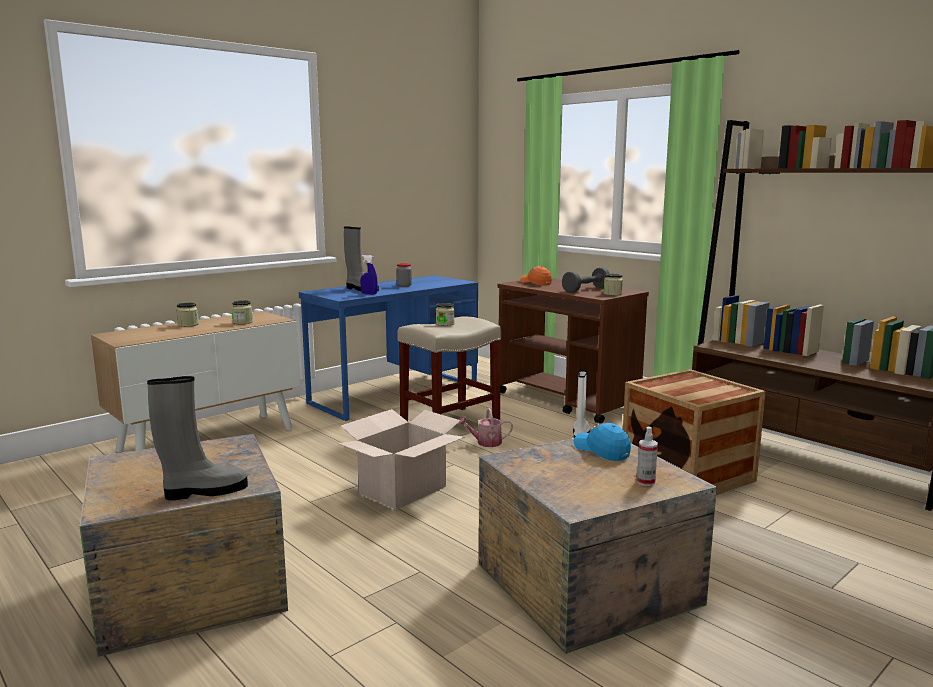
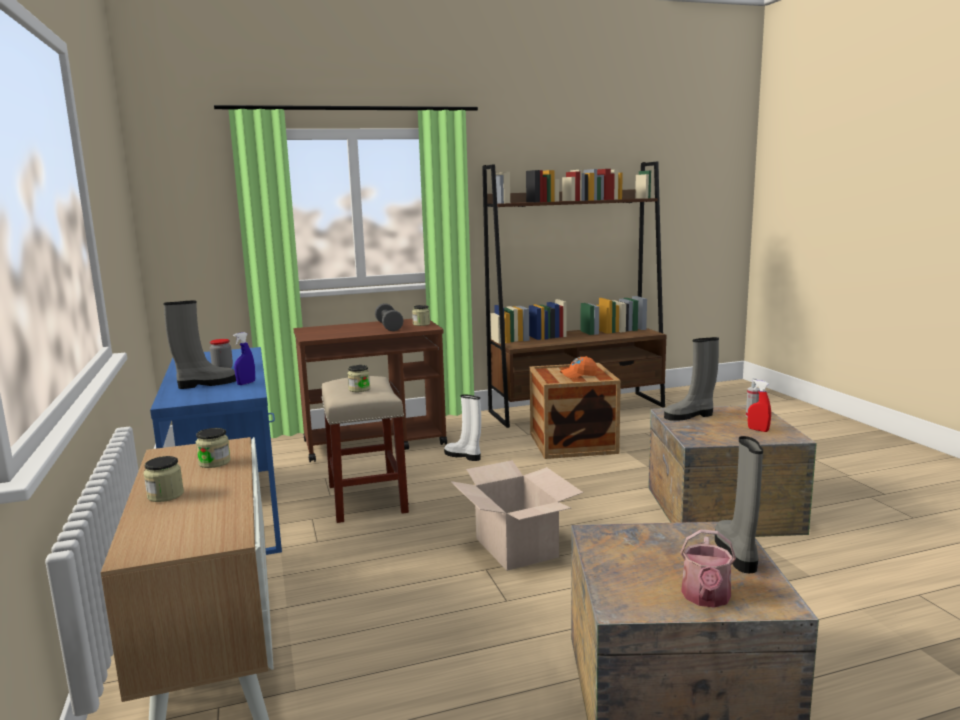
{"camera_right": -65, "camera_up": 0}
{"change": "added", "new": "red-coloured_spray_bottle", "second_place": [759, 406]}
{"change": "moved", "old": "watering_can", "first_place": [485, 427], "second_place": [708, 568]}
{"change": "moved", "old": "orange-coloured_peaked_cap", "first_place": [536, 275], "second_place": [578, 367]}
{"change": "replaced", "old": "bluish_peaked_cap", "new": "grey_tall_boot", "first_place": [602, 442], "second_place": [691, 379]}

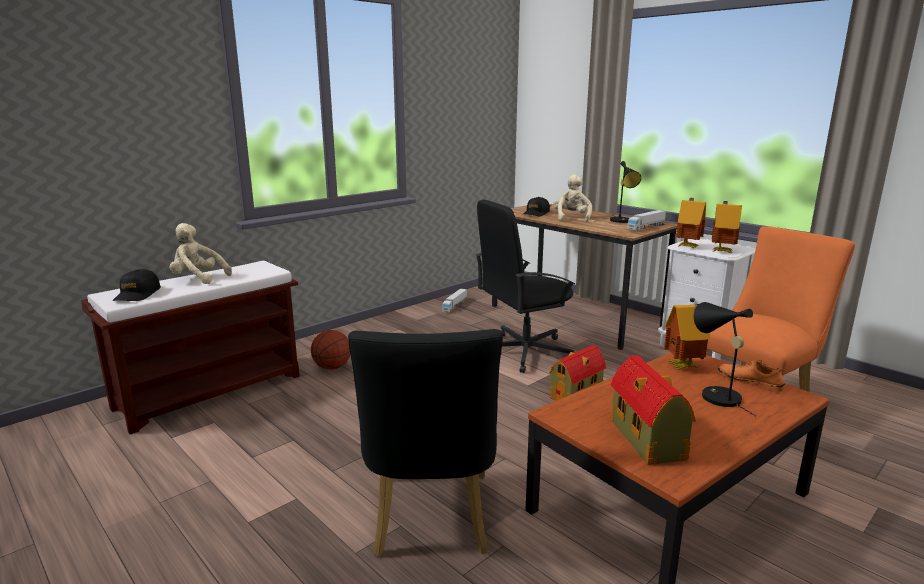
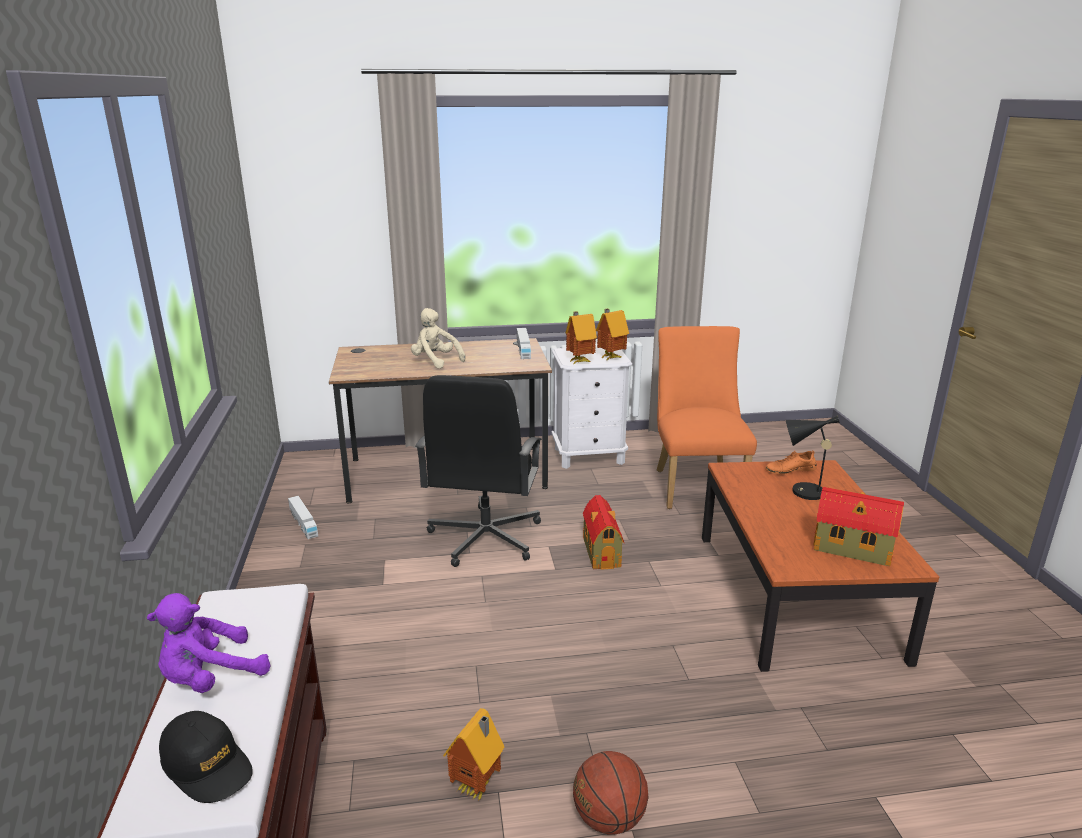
{"camera_right": -55, "camera_up": 5}
{"change": "removed", "old": "blackish_plain_chair", "first_place": [425, 442]}
{"change": "removed", "old": "blackish_peaked_cap", "first_place": [536, 206]}
{"change": "removed", "old": "blackish_tabletop_lamp", "first_place": [625, 192]}
{"change": "moved", "old": "ball_for_basketball", "first_place": [330, 350], "second_place": [611, 793]}
{"change": "moved", "old": "model_house", "first_place": [687, 337], "second_place": [474, 755]}
{"change": "recoloured", "old": "sand-coloured_plush_toy", "new": "purplish_plush_toy", "first_place": [201, 253], "second_place": [209, 643]}

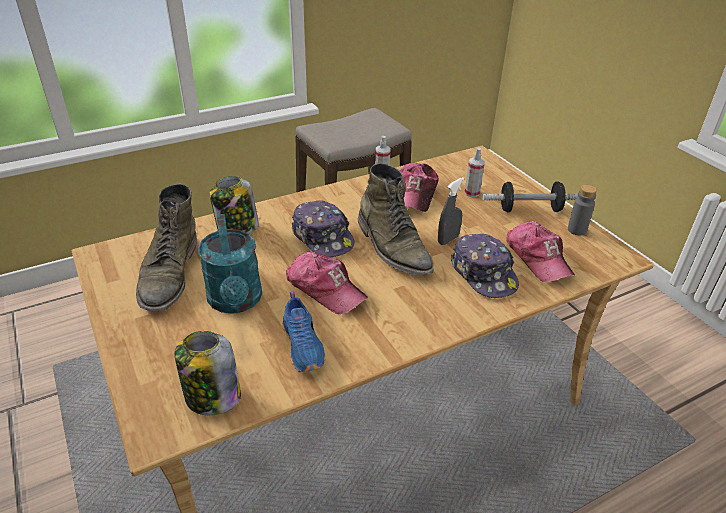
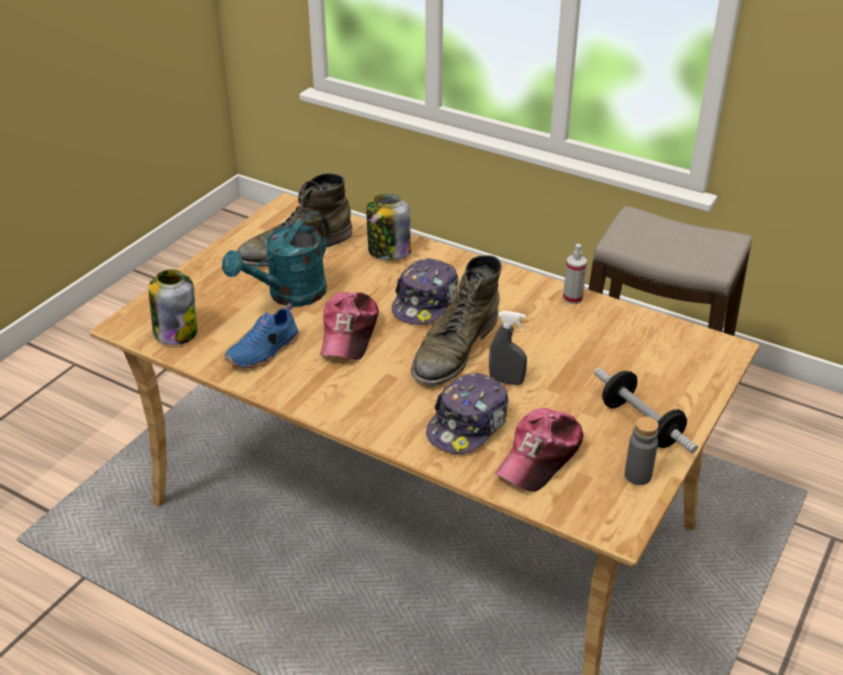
{"camera_right": 60, "camera_up": 0}
{"change": "removed", "old": "peaked_cap", "first_place": [419, 187]}
{"change": "removed", "old": "spray_bottle", "first_place": [474, 172]}

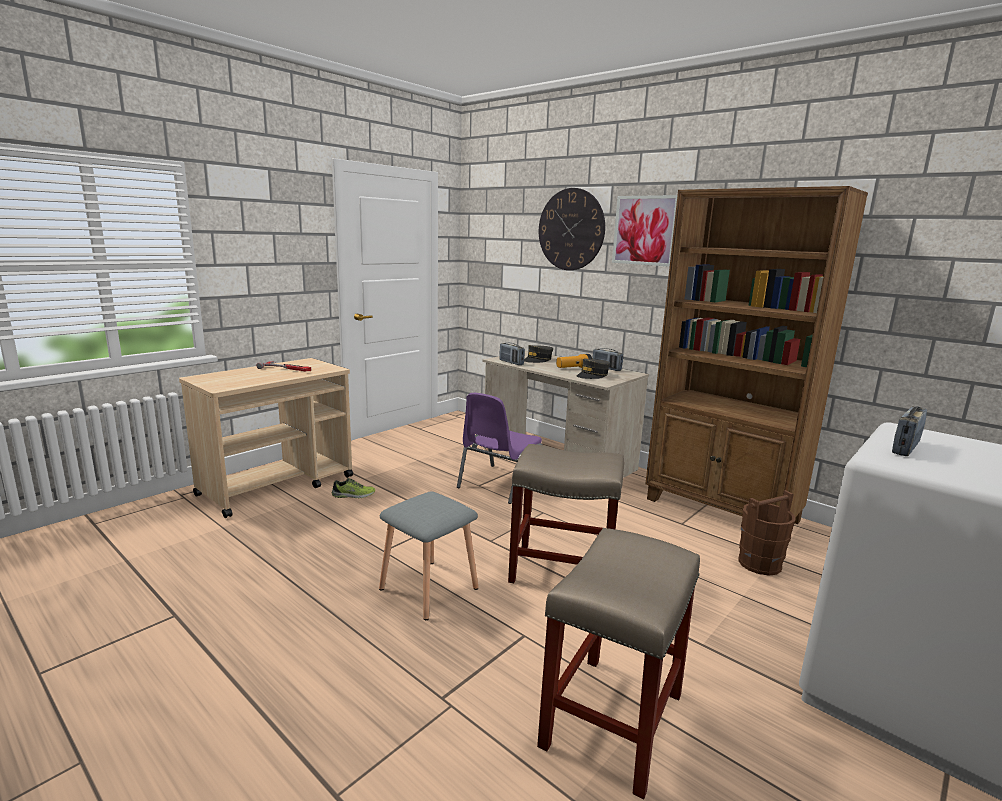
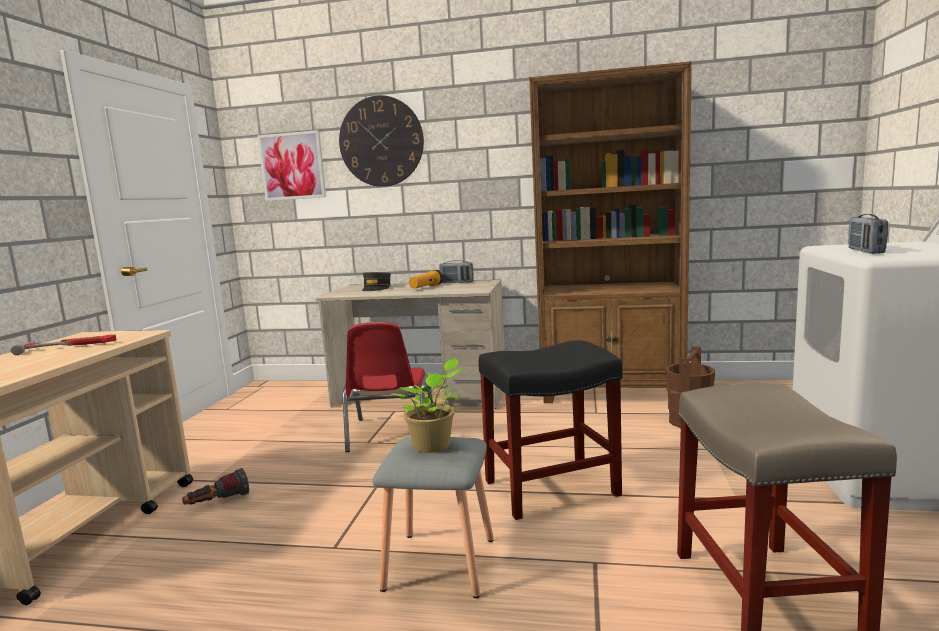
{"camera_right": -30, "camera_up": -5}
{"change": "removed", "old": "radio_receiver", "first_place": [512, 354]}
{"change": "removed", "old": "grey_peaked_cap", "first_place": [593, 369]}
{"change": "added", "new": "potted_plant", "second_place": [428, 405]}
{"change": "moved", "old": "wall_picture", "first_place": [645, 231], "second_place": [292, 165]}
{"change": "replaced", "old": "item_of_footwear", "new": "hand_torch", "first_place": [353, 488], "second_place": [215, 486]}
{"change": "recoloured", "old": "purplish_plain_chair", "new": "red-coloured_plain_chair", "first_place": [499, 448], "second_place": [388, 387]}
{"change": "recoloured", "old": "sand-coloured_stool_seat", "new": "blackish_stool_seat", "first_place": [566, 513], "second_place": [551, 430]}

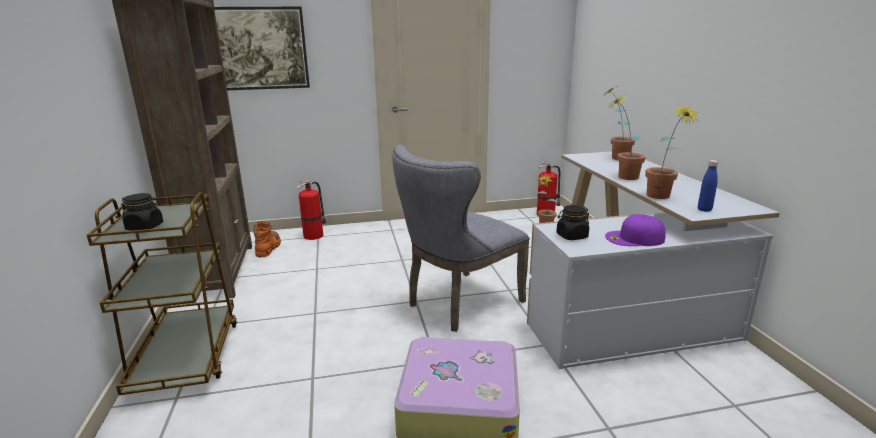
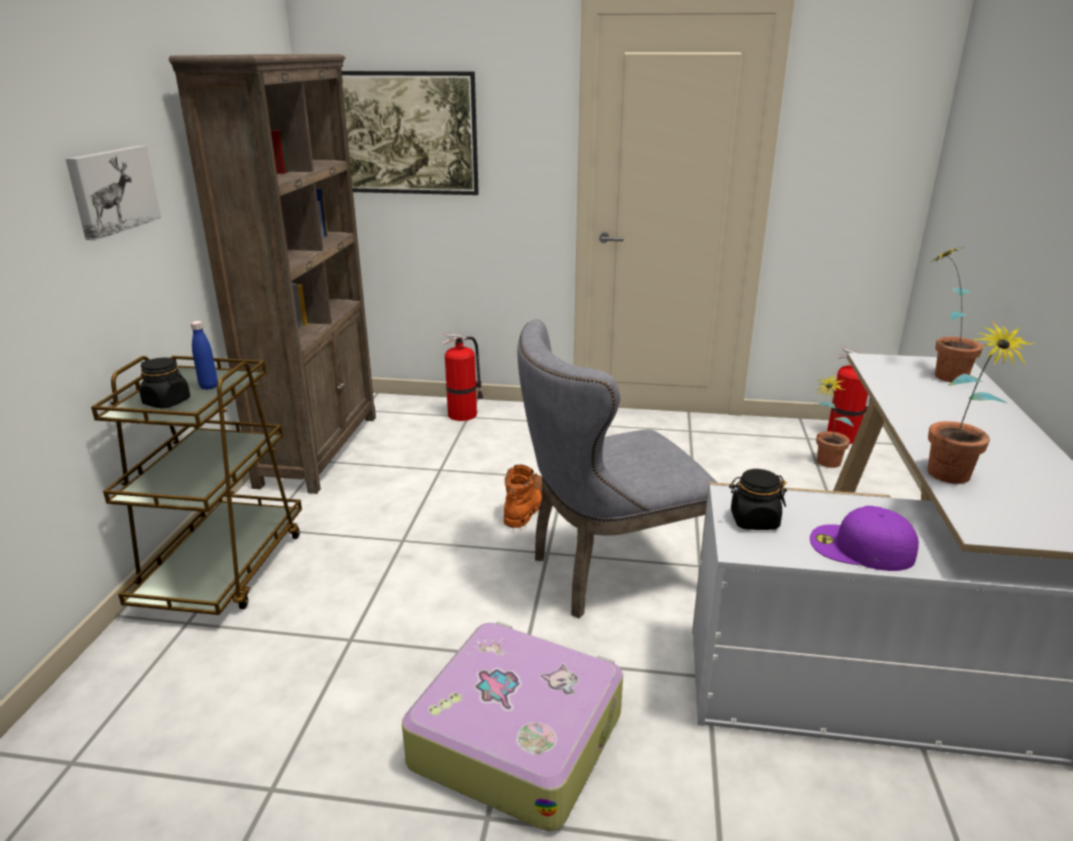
{"camera_right": 20, "camera_up": 5}
{"change": "removed", "old": "potted_plant", "first_place": [626, 137]}
{"change": "added", "new": "wall_picture", "second_place": [113, 193]}
{"change": "moved", "old": "orange-coloured_tall_boot", "first_place": [267, 239], "second_place": [522, 496]}
{"change": "moved", "old": "bluish_beverage_bottle", "first_place": [708, 186], "second_place": [204, 355]}

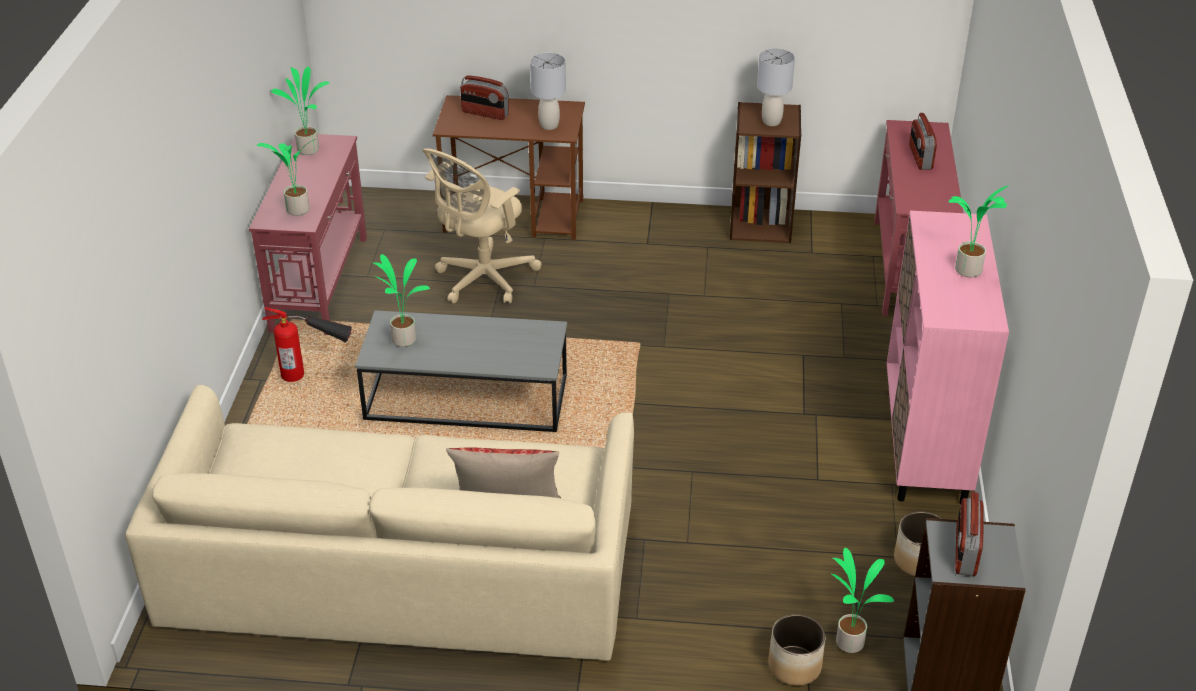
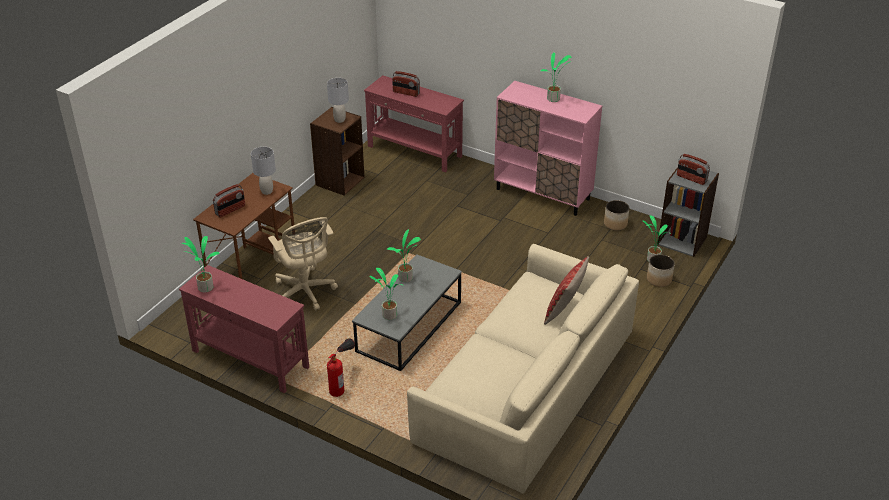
{"camera_right": -65, "camera_up": 0}
{"change": "moved", "old": "potted_plant", "first_place": [286, 177], "second_place": [404, 255]}

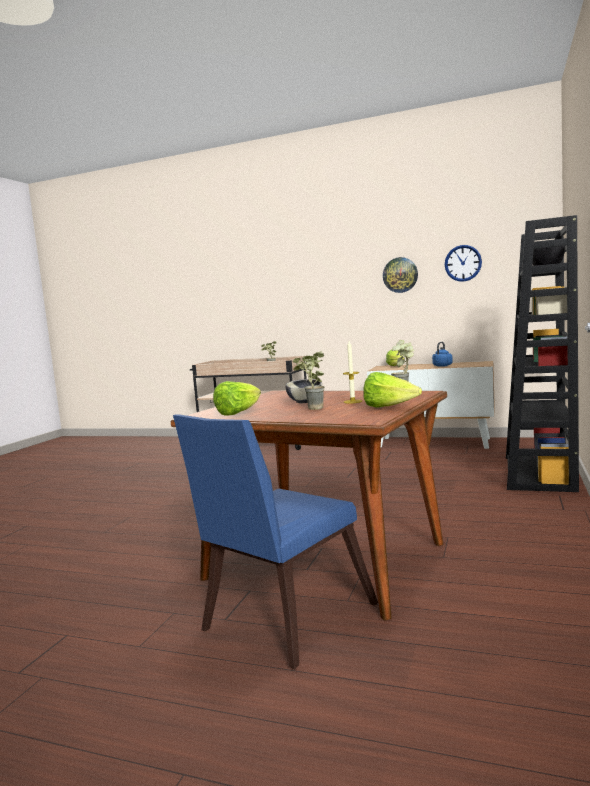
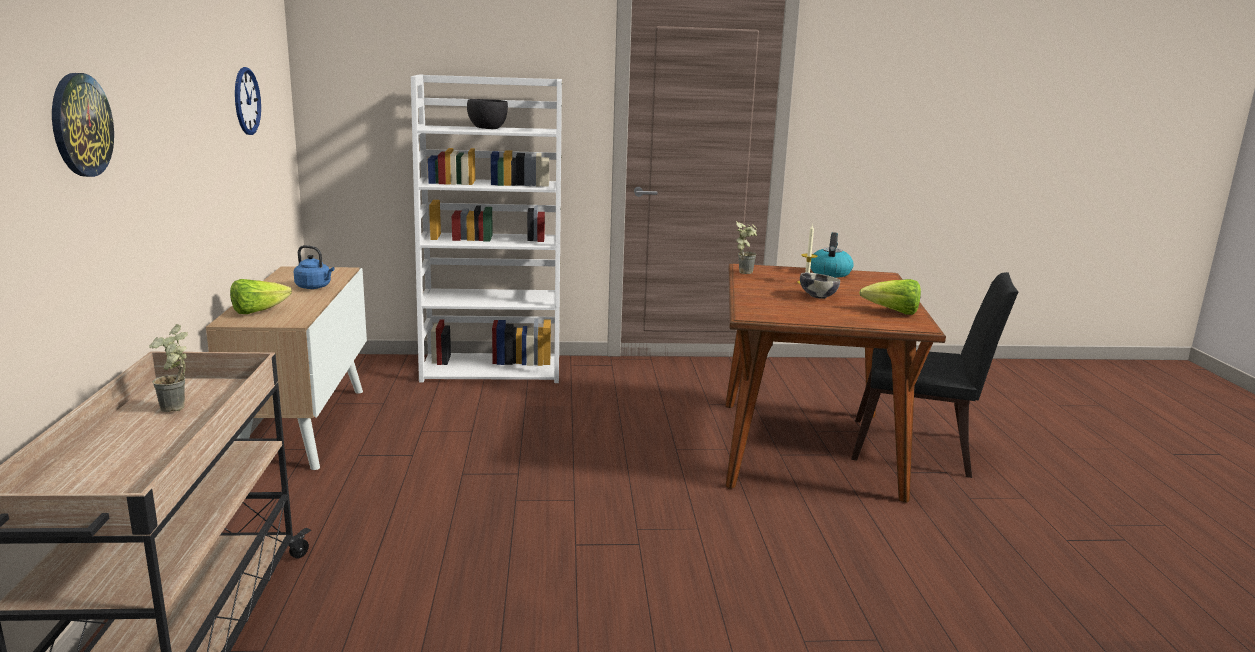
{"camera_right": -115, "camera_up": 10}
{"change": "removed", "old": "potted_plant", "first_place": [309, 380]}
{"change": "moved", "old": "hanging_clock", "first_place": [400, 275], "second_place": [83, 125]}
{"change": "replaced", "old": "lettuce", "new": "kettle", "first_place": [392, 390], "second_place": [832, 254]}
{"change": "recoloured", "old": "bluish_plain_chair", "new": "blackish_plain_chair", "first_place": [275, 541], "second_place": [934, 375]}
{"change": "recoloured", "old": "blackish_bookshelf", "new": "whitish_bookshelf", "first_place": [542, 353], "second_place": [486, 228]}

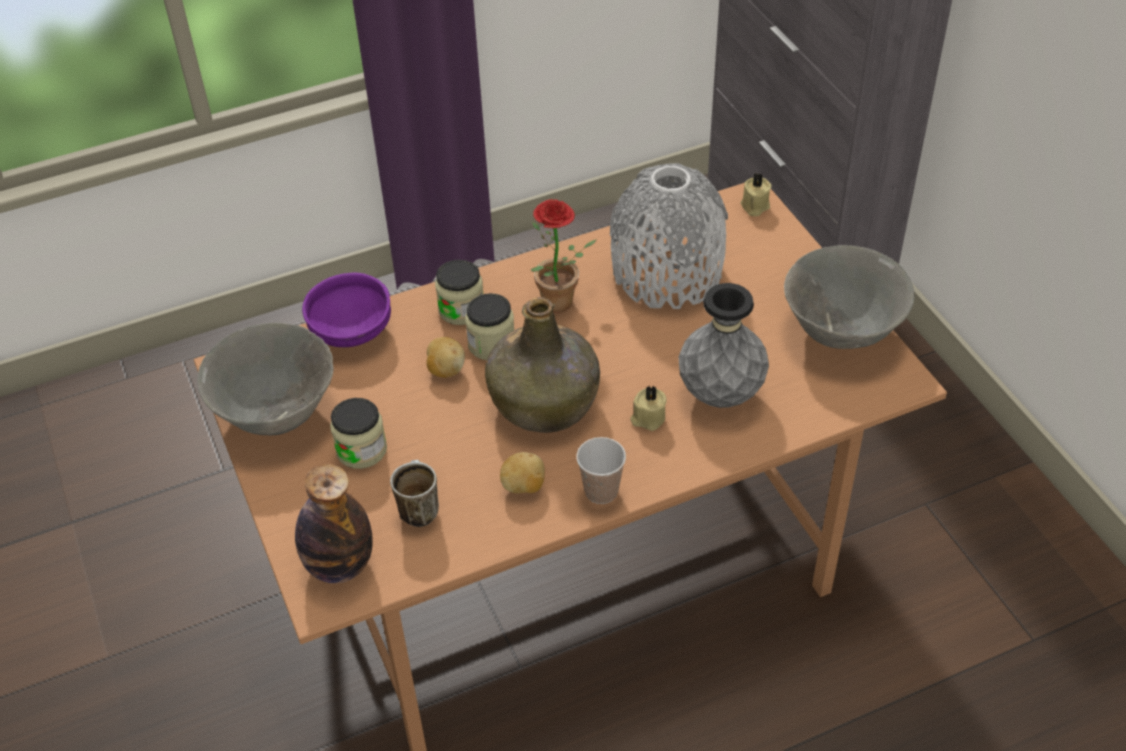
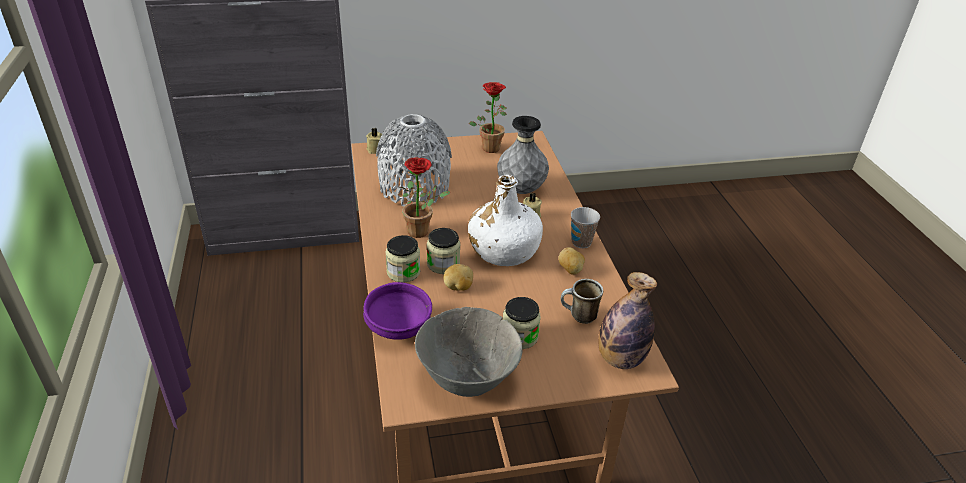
{"camera_right": -80, "camera_up": -10}
{"change": "replaced", "old": "grey_deep_dish", "new": "potted_plant", "first_place": [849, 297], "second_place": [488, 117]}
{"change": "recoloured", "old": "green-coloured_beverage_bottle", "new": "whitish_beverage_bottle", "first_place": [542, 365], "second_place": [505, 220]}

